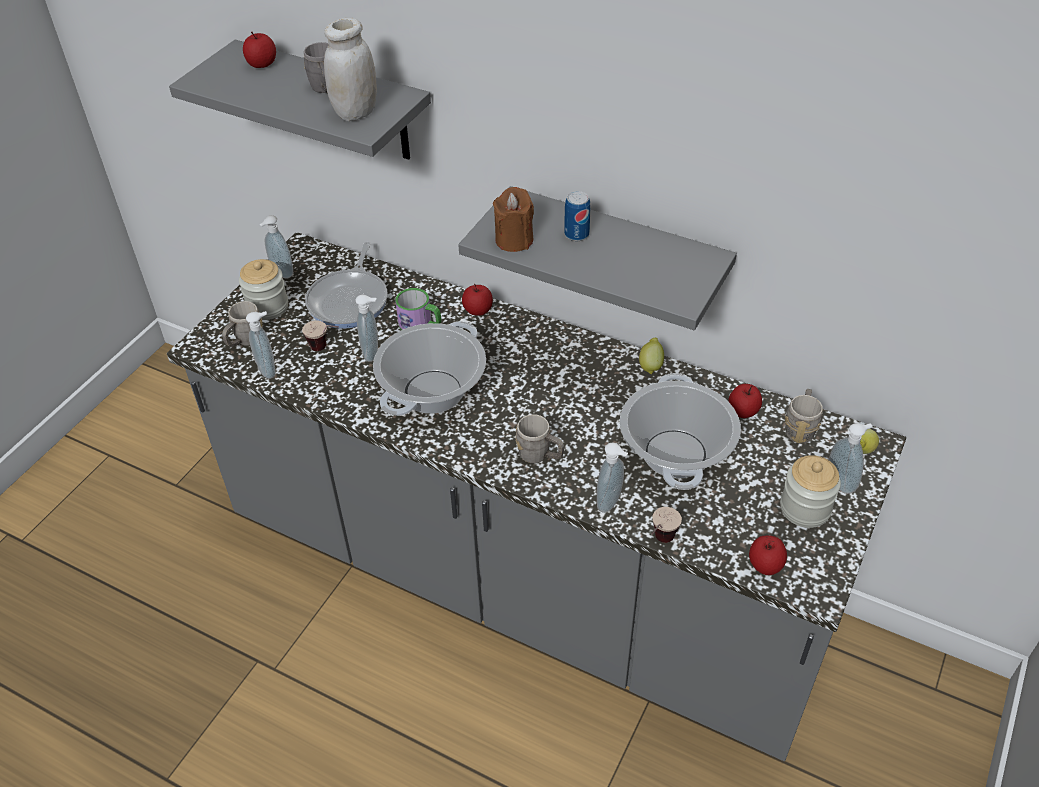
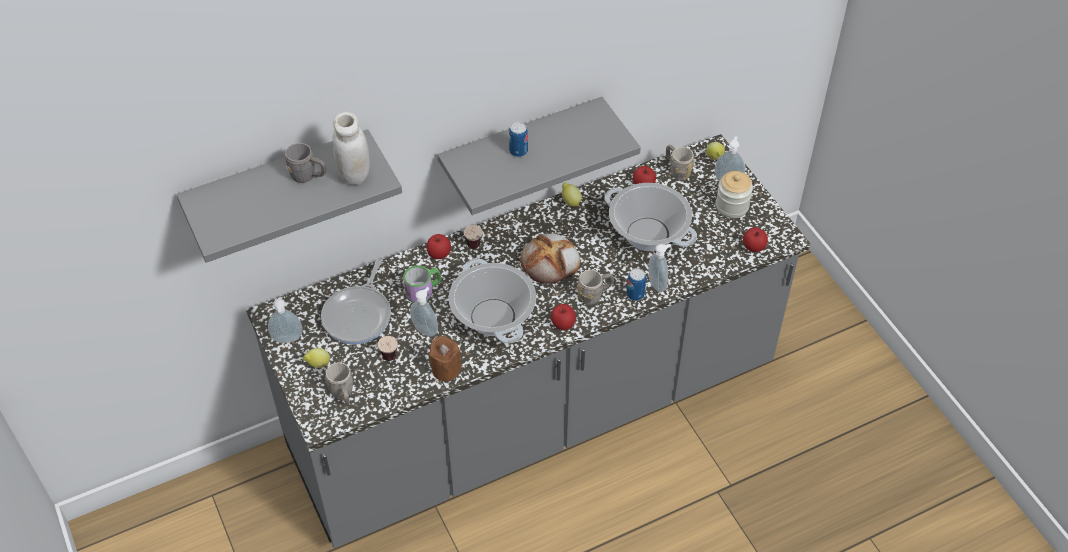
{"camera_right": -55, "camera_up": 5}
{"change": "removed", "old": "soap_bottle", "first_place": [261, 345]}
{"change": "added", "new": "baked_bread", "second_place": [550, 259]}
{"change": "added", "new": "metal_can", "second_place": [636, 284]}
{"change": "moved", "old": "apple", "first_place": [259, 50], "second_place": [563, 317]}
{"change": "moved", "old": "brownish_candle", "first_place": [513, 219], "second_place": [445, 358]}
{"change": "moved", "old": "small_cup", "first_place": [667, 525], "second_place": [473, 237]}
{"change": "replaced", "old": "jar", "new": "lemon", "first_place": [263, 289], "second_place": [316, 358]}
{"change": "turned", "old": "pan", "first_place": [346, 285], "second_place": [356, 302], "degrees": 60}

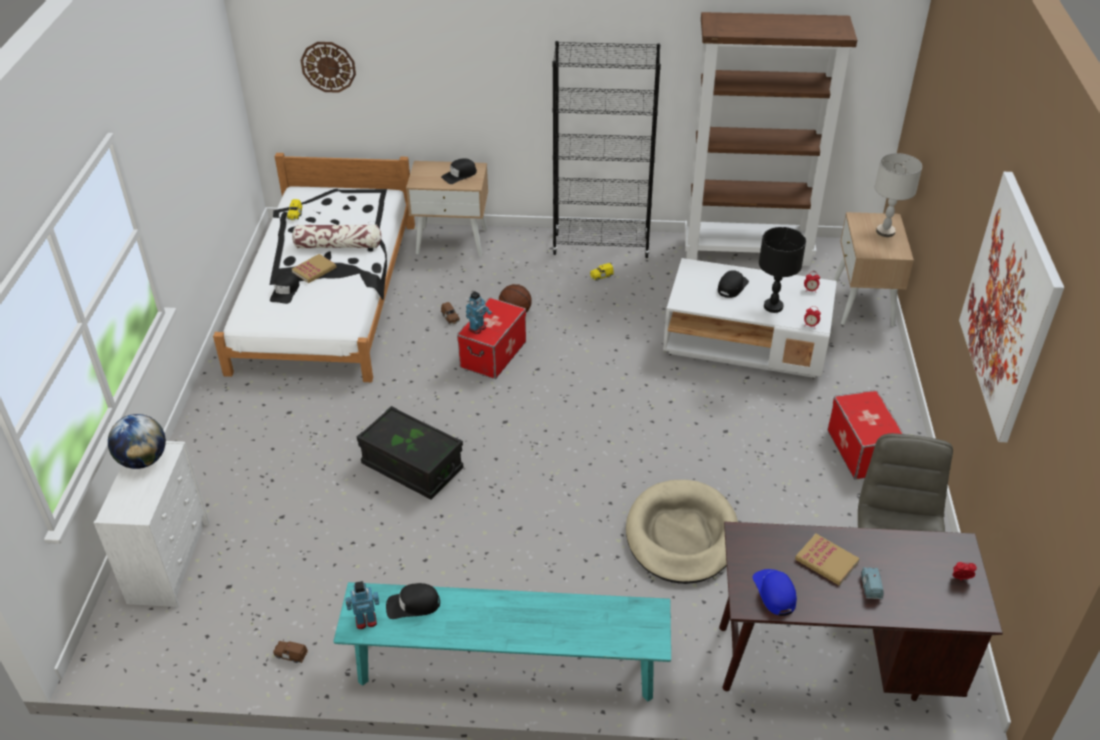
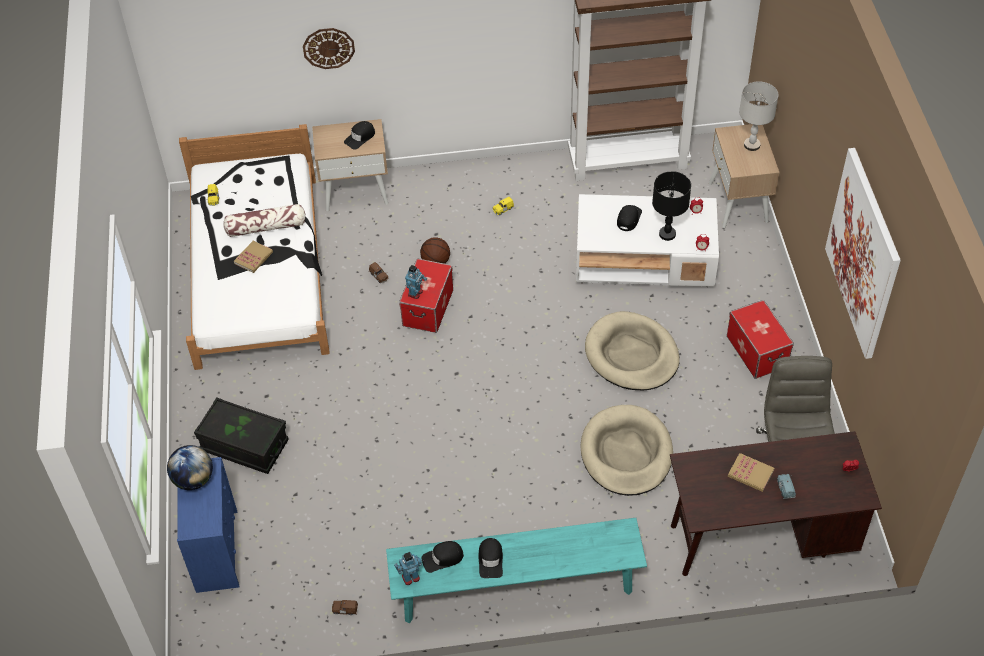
{"camera_right": -10, "camera_up": 10}
{"change": "removed", "old": "blackish_bookshelf", "first_place": [606, 149]}
{"change": "removed", "old": "bluish_peaked_cap", "first_place": [774, 592]}
{"change": "added", "new": "sand-coloured_dog_bed", "second_place": [632, 350]}
{"change": "moved", "old": "blackish_peaked_cap", "first_place": [284, 288], "second_place": [490, 558]}
{"change": "moved", "old": "hanging_clock", "first_place": [328, 67], "second_place": [329, 48]}
{"change": "moved", "old": "blackish_storage_container", "first_place": [410, 453], "second_place": [241, 436]}
{"change": "recoloured", "old": "whitish_chest_of_drawers", "new": "bluish_chest_of_drawers", "first_place": [151, 524], "second_place": [208, 525]}

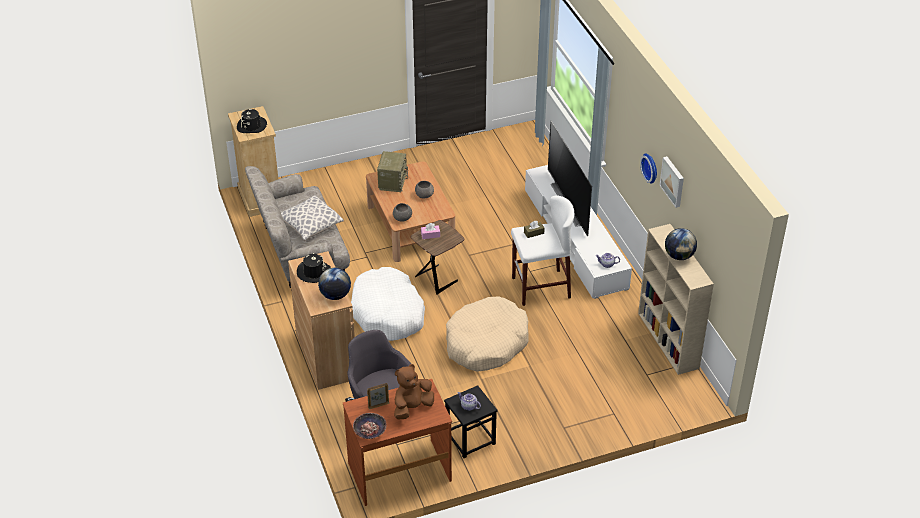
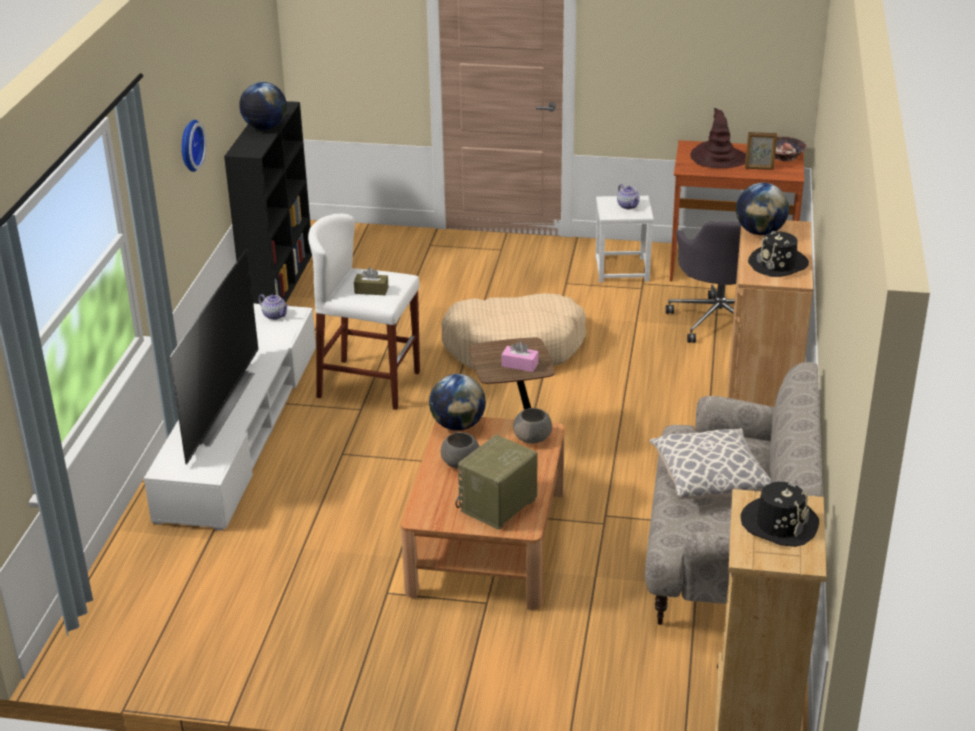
{"camera_right": -150, "camera_up": -10}
{"change": "removed", "old": "whitish_dog_bed", "first_place": [388, 304]}
{"change": "removed", "old": "wall_picture", "first_place": [671, 182]}
{"change": "added", "new": "world_globe", "second_place": [457, 402]}
{"change": "replaced", "old": "brownish_plush_toy", "new": "brownish_wearable_hat", "first_place": [414, 392], "second_place": [718, 138]}
{"change": "recoloured", "old": "blackish_stool_seat", "new": "whitish_stool_seat", "first_place": [470, 421], "second_place": [624, 239]}
{"change": "recoloured", "old": "sand-coloured_bookshelf", "new": "blackish_bookshelf", "first_place": [676, 299], "second_place": [268, 202]}

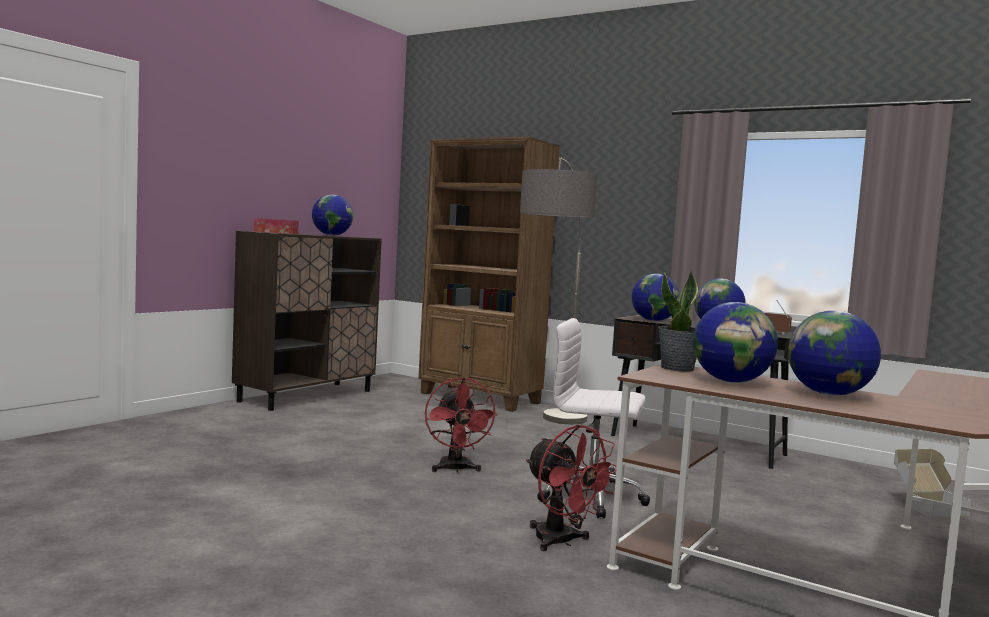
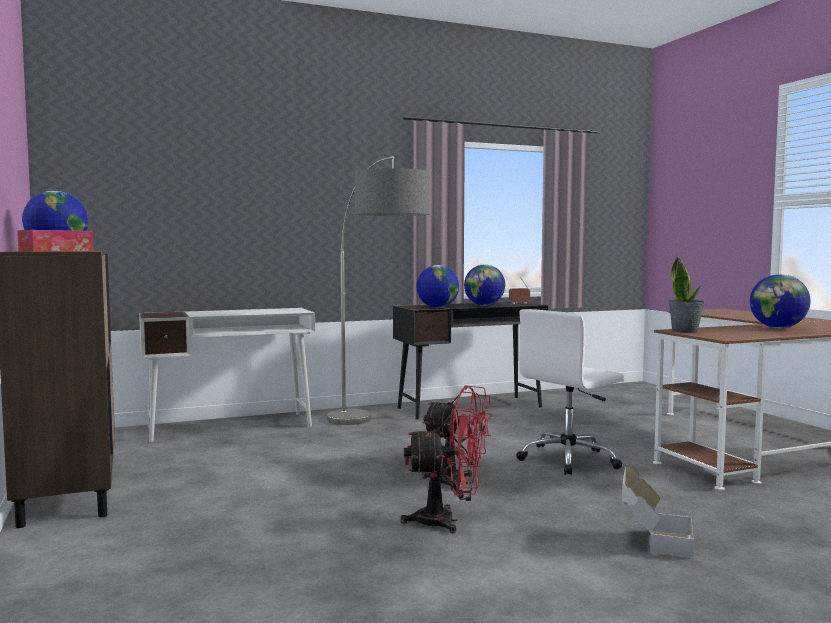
{"camera_right": -55, "camera_up": 0}
{"change": "removed", "old": "world_globe", "first_place": [735, 342]}
{"change": "moved", "old": "red-coloured_electric_fan", "first_place": [571, 487], "second_place": [440, 470]}
{"change": "moved", "old": "carton", "first_place": [933, 483], "second_place": [658, 513]}
{"change": "replaced", "old": "brownish_bookshelf", "new": "whitish_desk", "first_place": [489, 274], "second_place": [227, 375]}

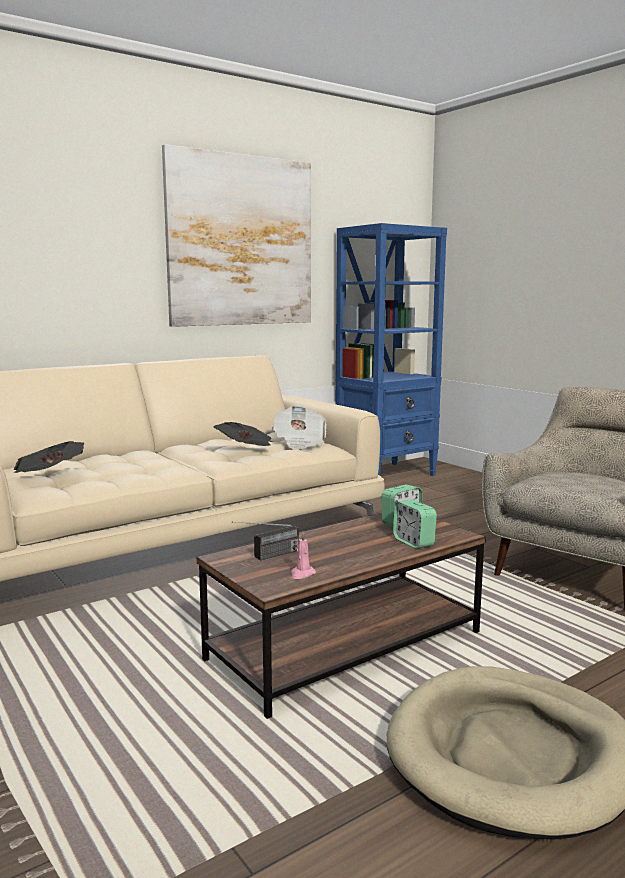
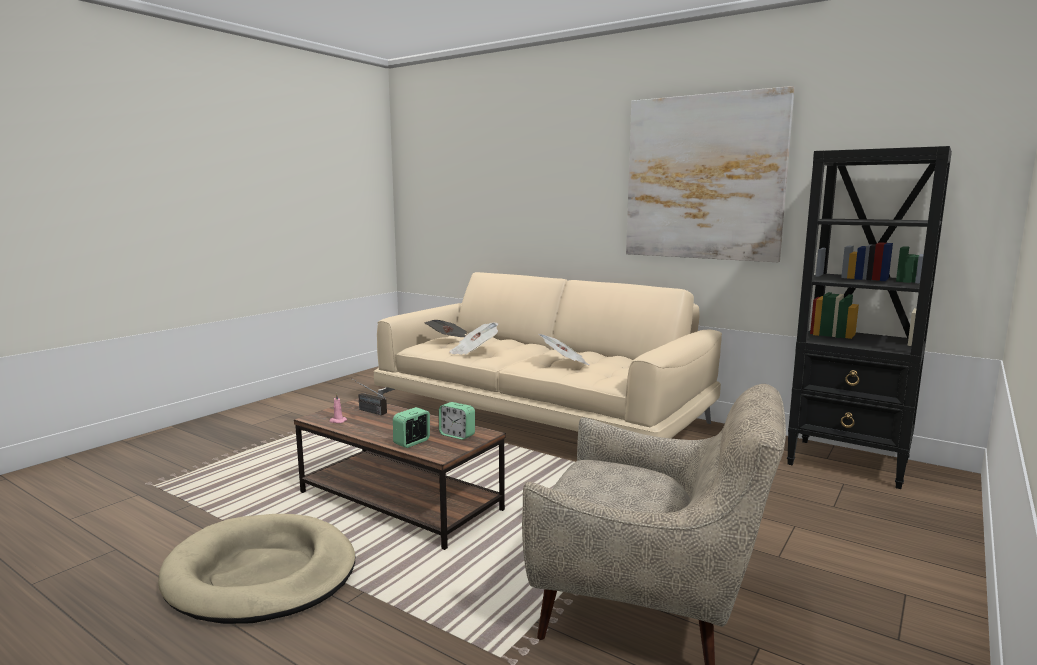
{"camera_right": 70, "camera_up": 0}
{"change": "moved", "old": "printed_paper", "first_place": [299, 427], "second_place": [474, 338]}
{"change": "recoloured", "old": "bluish_bookshelf", "new": "blackish_bookshelf", "first_place": [391, 349], "second_place": [869, 317]}

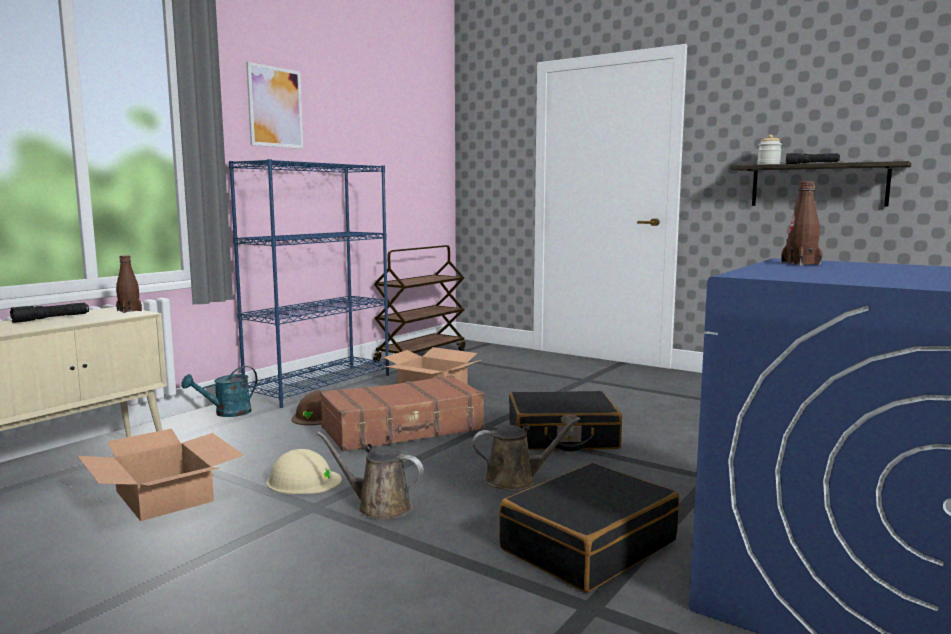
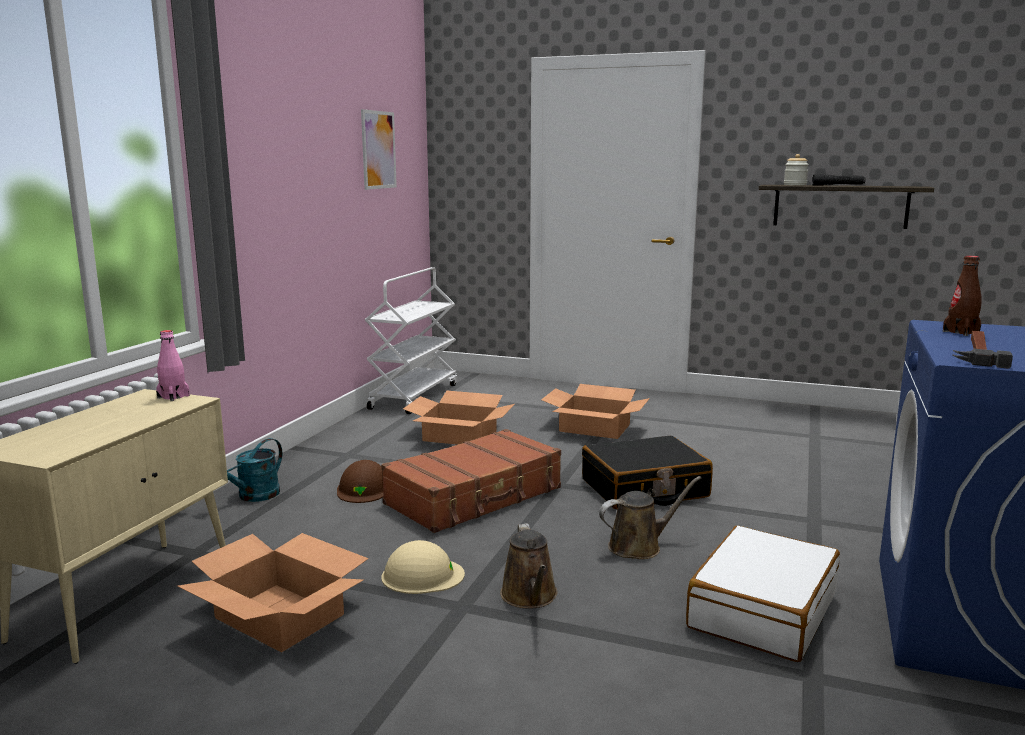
{"camera_right": -15, "camera_up": 5}
{"change": "removed", "old": "blackish_hand_torch", "first_place": [49, 313]}
{"change": "removed", "old": "bluish_bookshelf", "first_place": [309, 283]}
{"change": "added", "new": "carton", "second_place": [595, 411]}
{"change": "added", "new": "hammer", "second_place": [982, 350]}
{"change": "moved", "old": "wall_picture", "first_place": [274, 105], "second_place": [379, 149]}
{"change": "recoloured", "old": "brownish_beverage_bottle", "new": "pink-coloured_beverage_bottle", "first_place": [129, 284], "second_place": [173, 365]}
{"change": "recoloured", "old": "brownish_trolley", "new": "whitish_trolley", "first_place": [419, 304], "second_place": [411, 340]}
{"change": "recoloured", "old": "blackish_suitcase", "new": "whitish_suitcase", "first_place": [589, 528], "second_place": [763, 594]}
{"change": "turned", "old": "brownish_watering_can", "first_place": [370, 475], "second_place": [529, 566], "degrees": -105}

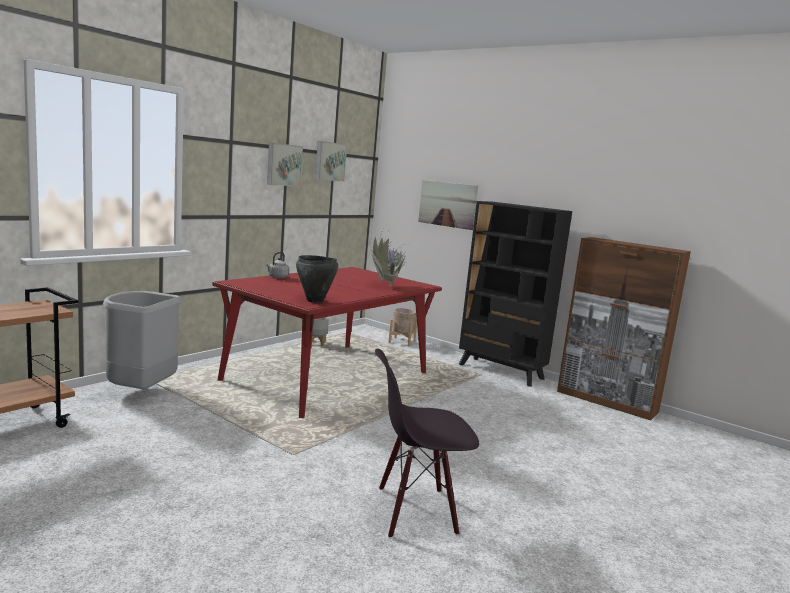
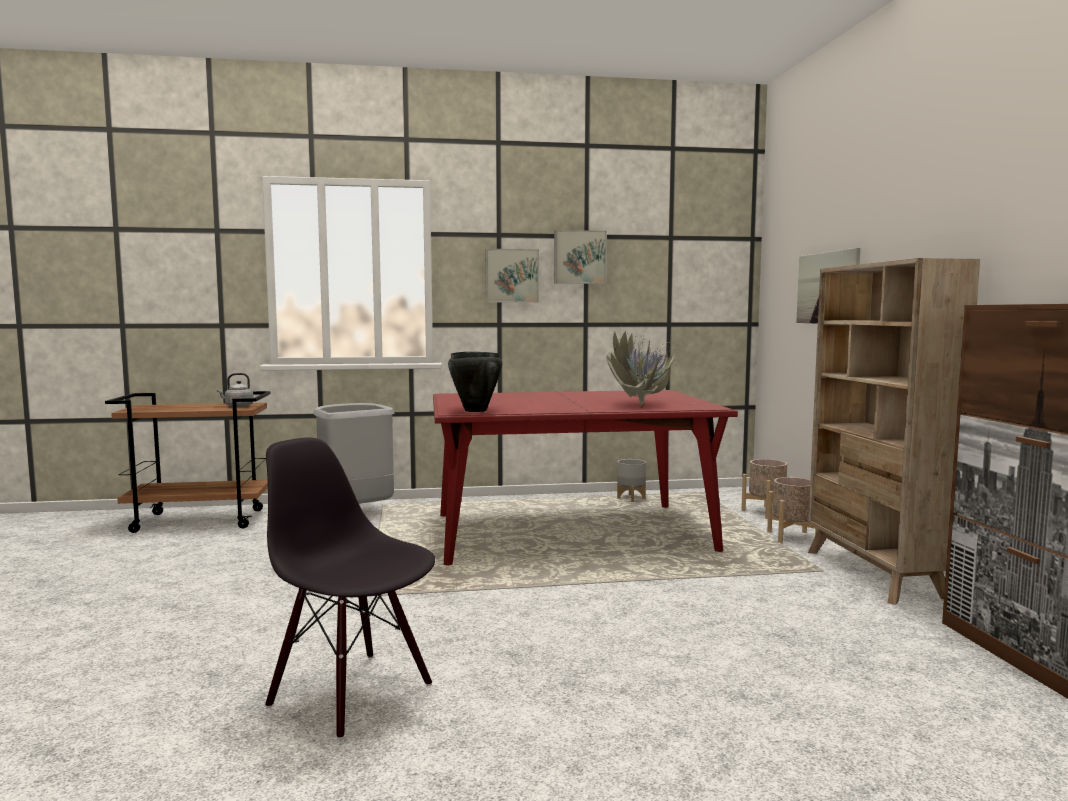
{"camera_right": 45, "camera_up": -5}
{"change": "added", "new": "sand-coloured_flower_pot", "second_place": [792, 510]}
{"change": "moved", "old": "grey_kettle", "first_place": [277, 265], "second_place": [235, 390]}
{"change": "moved", "old": "wall_picture", "first_place": [331, 161], "second_place": [512, 276]}
{"change": "recoloured", "old": "blackish_bookshelf", "new": "sand-coloured_bookshelf", "first_place": [515, 294], "second_place": [894, 431]}

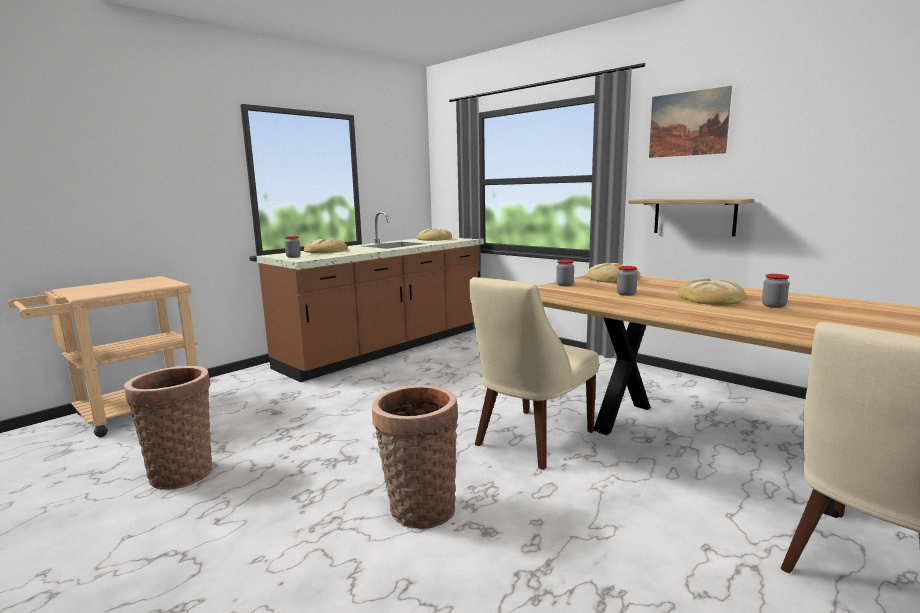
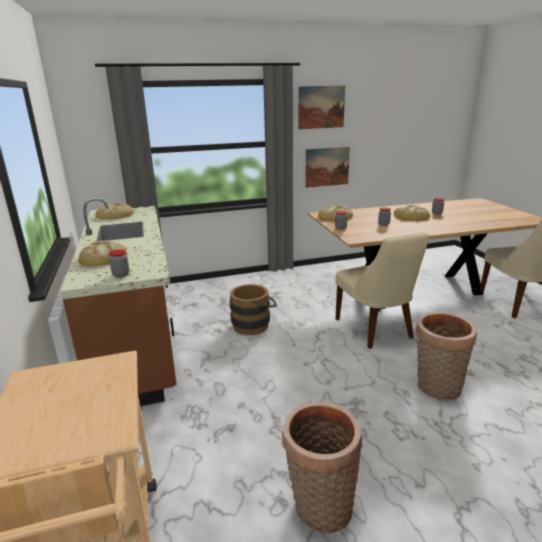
{"camera_right": -60, "camera_up": 10}
{"change": "added", "new": "brownish_pail", "second_place": [253, 309]}
{"change": "replaced", "old": "wall_shelf", "new": "wall_picture", "first_place": [691, 217], "second_place": [327, 167]}

